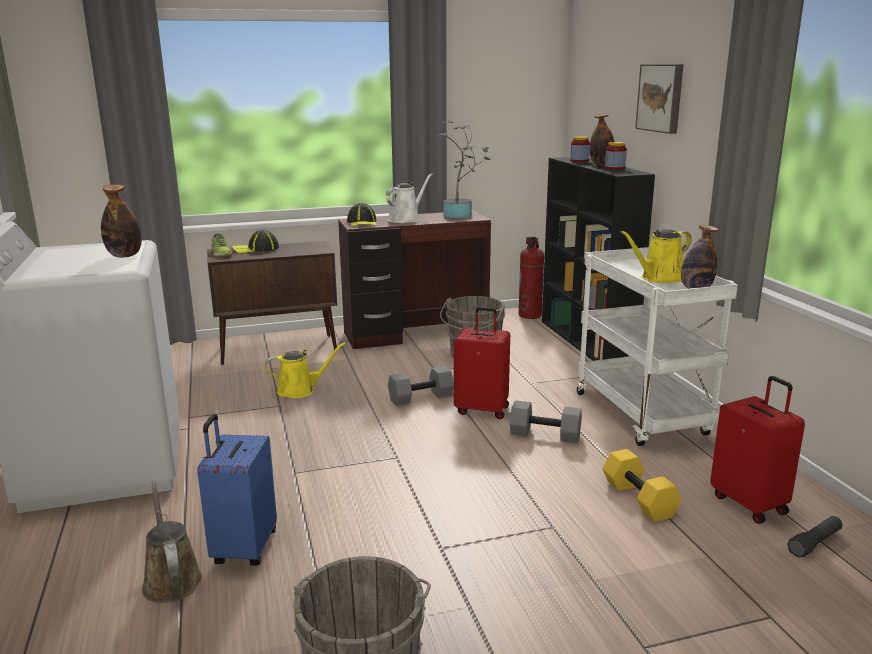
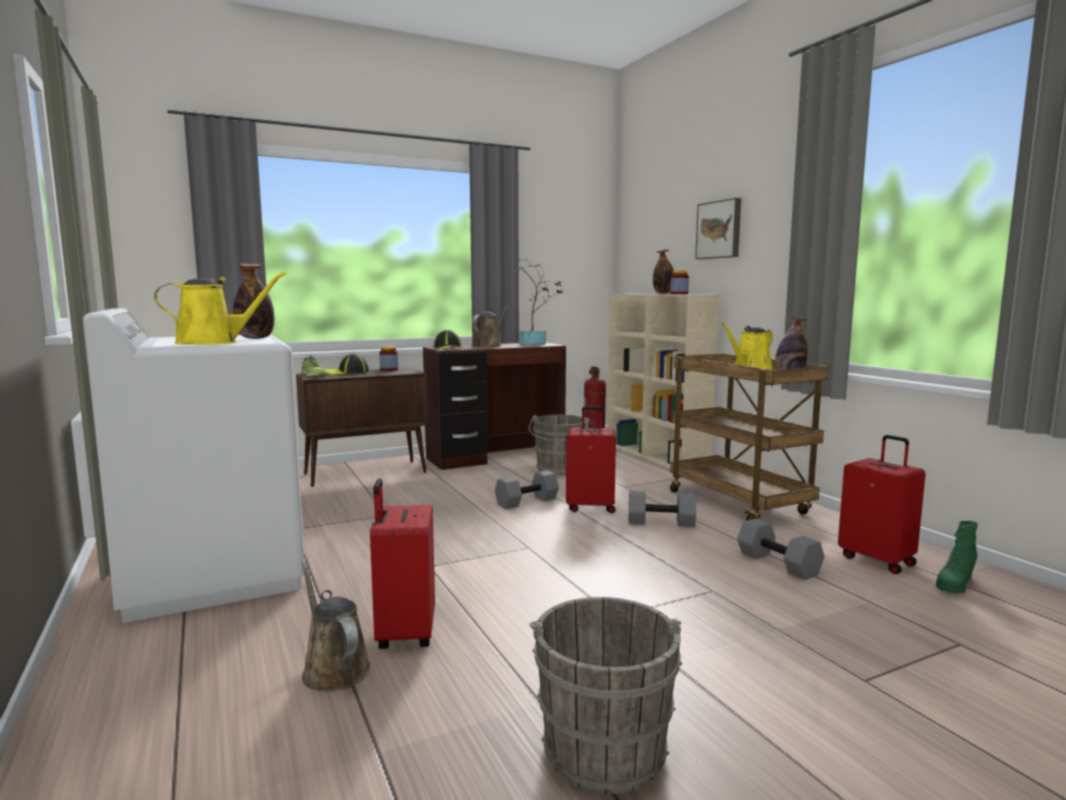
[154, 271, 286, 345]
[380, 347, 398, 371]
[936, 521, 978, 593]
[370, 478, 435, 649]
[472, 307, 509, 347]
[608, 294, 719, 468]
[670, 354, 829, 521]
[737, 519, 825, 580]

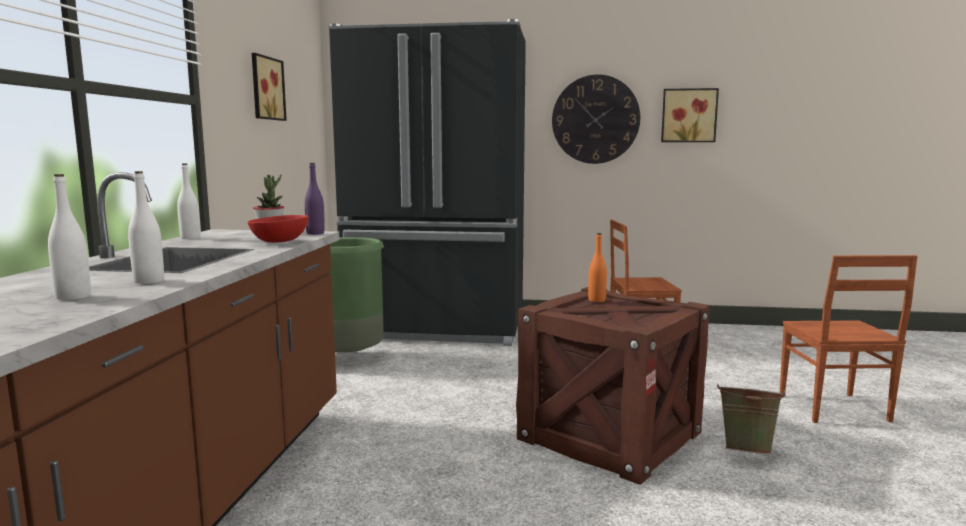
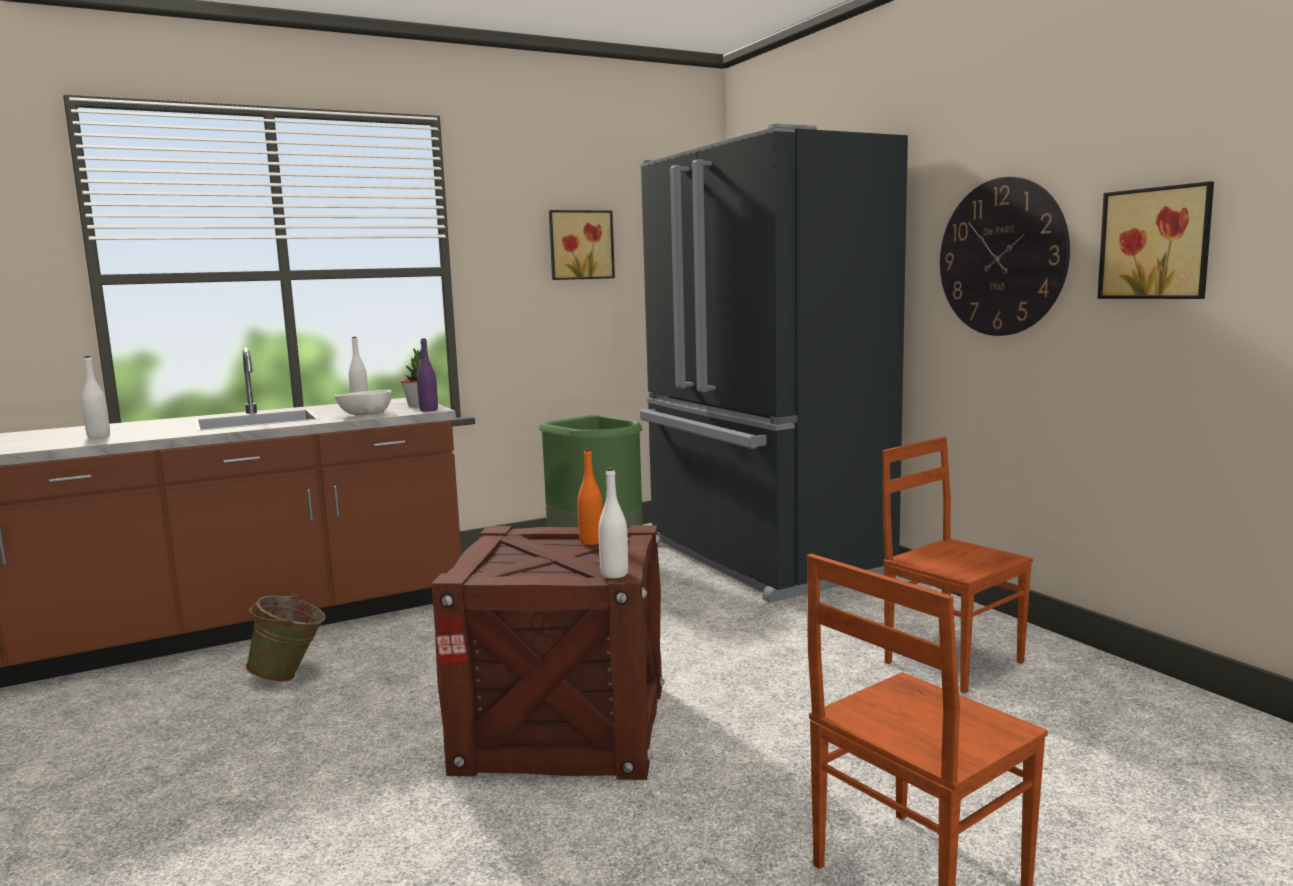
[598, 468, 628, 578]
[246, 594, 326, 682]
[334, 390, 392, 415]

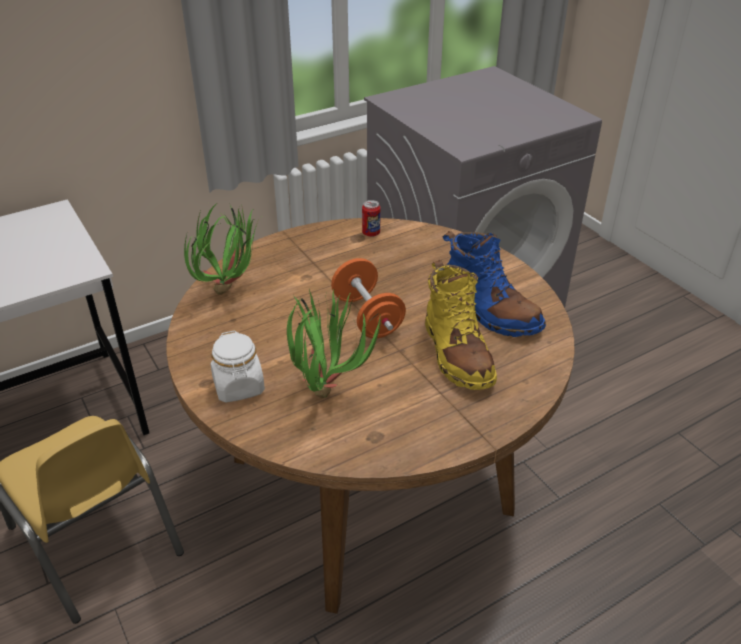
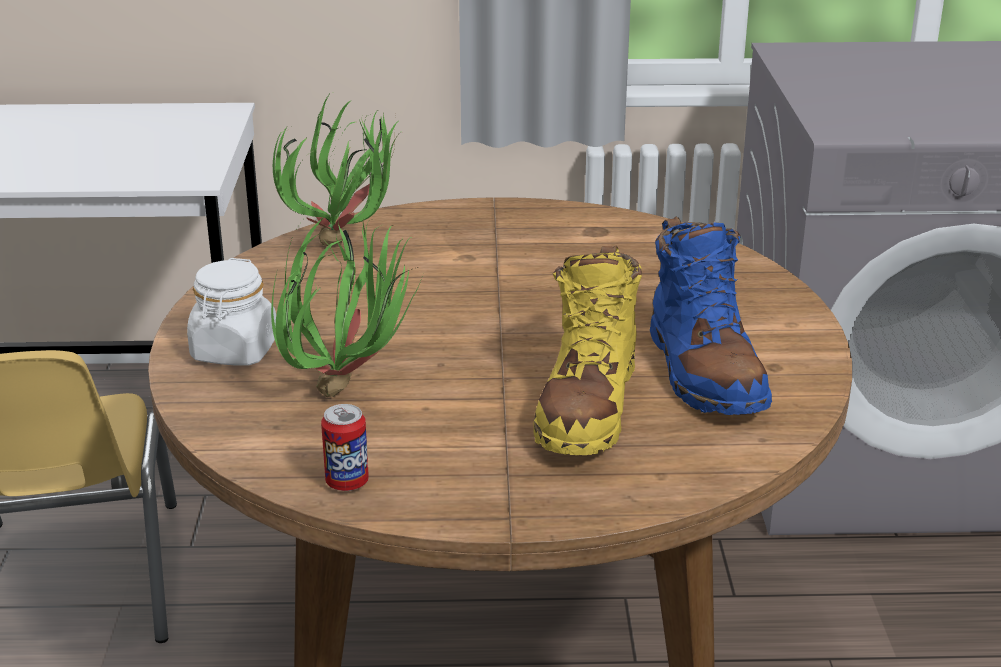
[331, 258, 406, 338] (first image)
[321, 404, 369, 491]

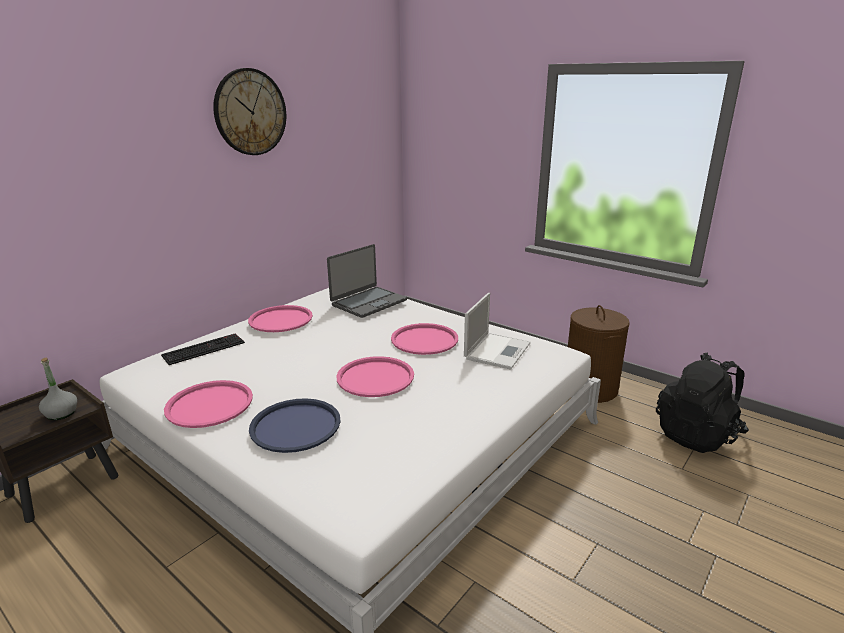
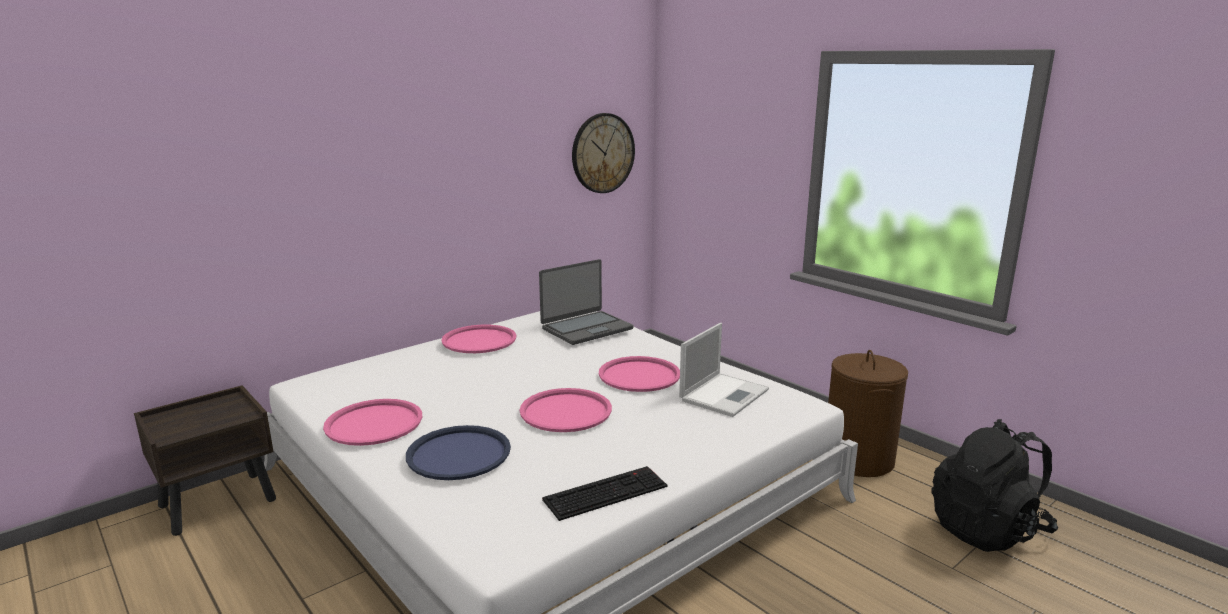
[39, 358, 77, 420] (first image)
[542, 466, 667, 521]
[572, 113, 635, 193]

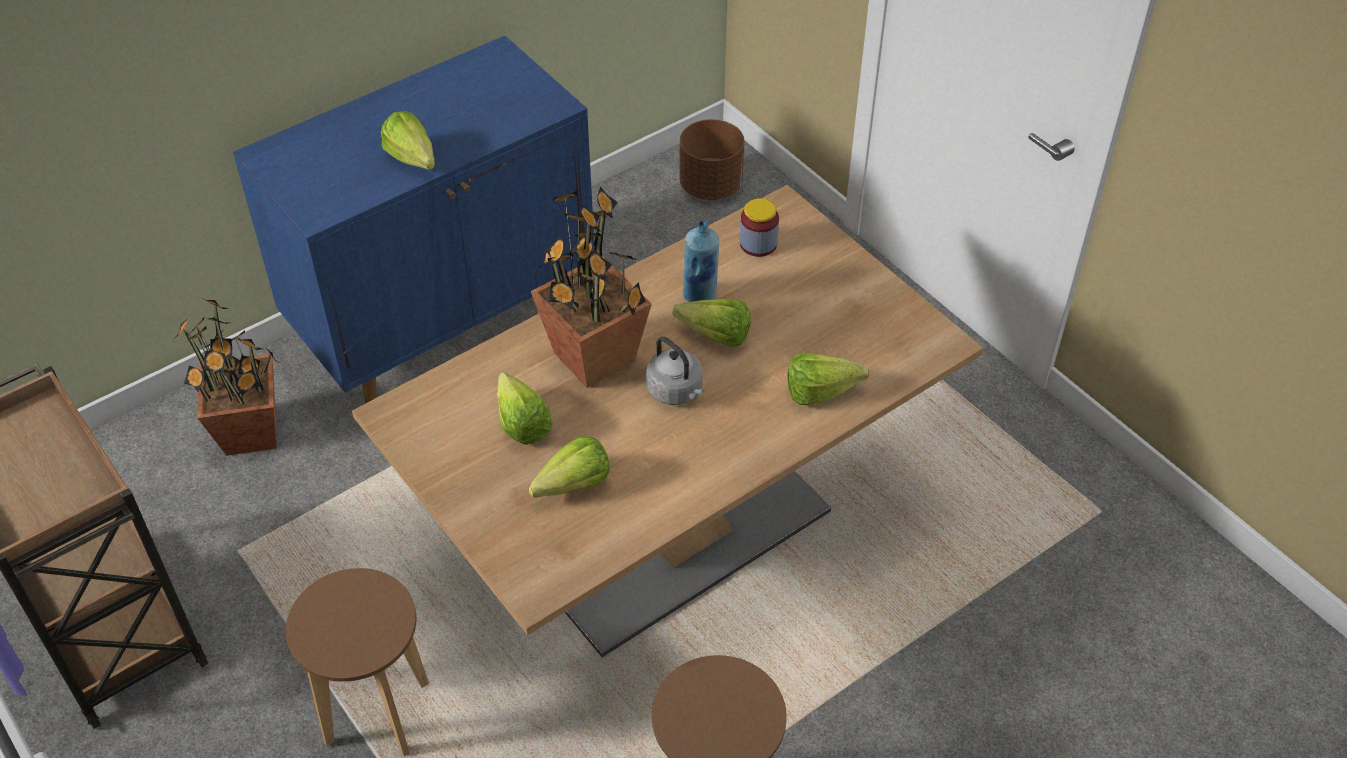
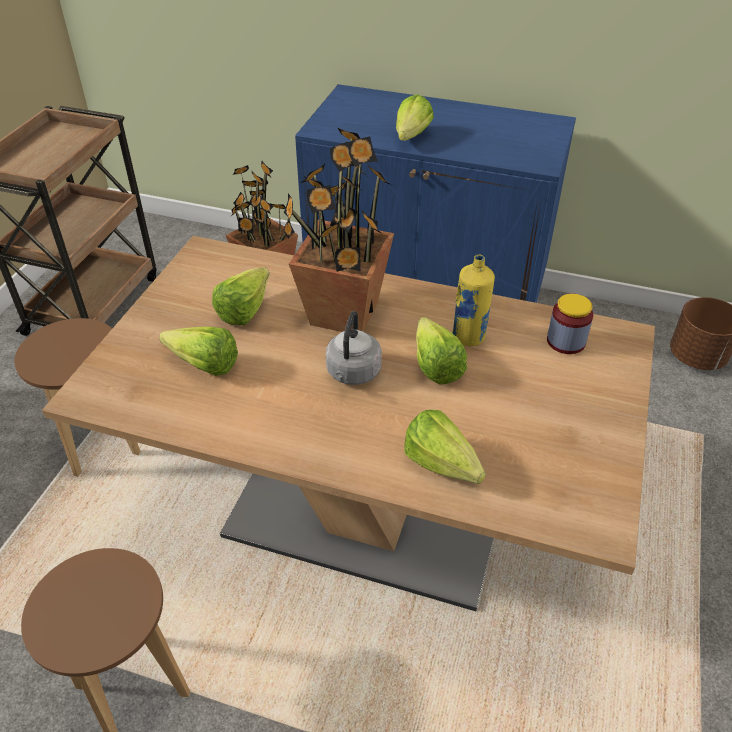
[452, 255, 495, 346]

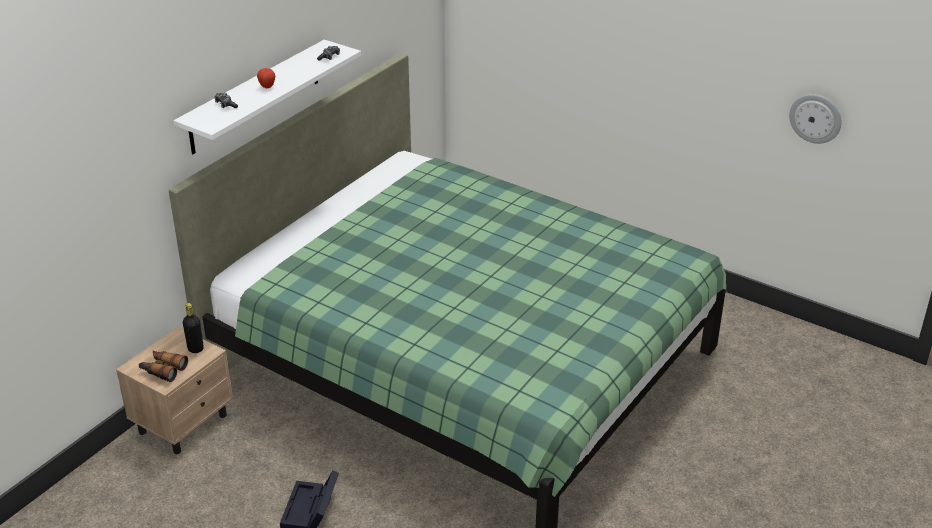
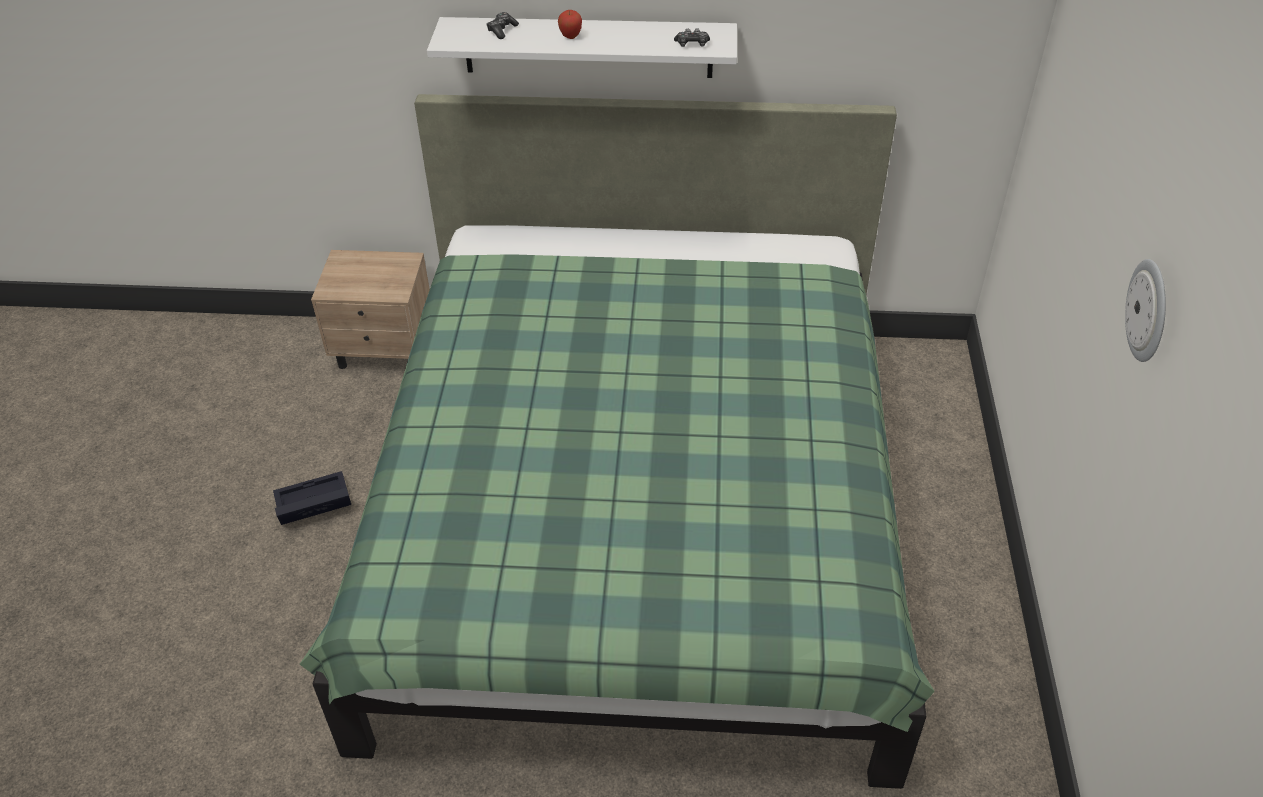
[139, 351, 188, 382] (first image)
[183, 303, 204, 353] (first image)
[1125, 259, 1166, 362]

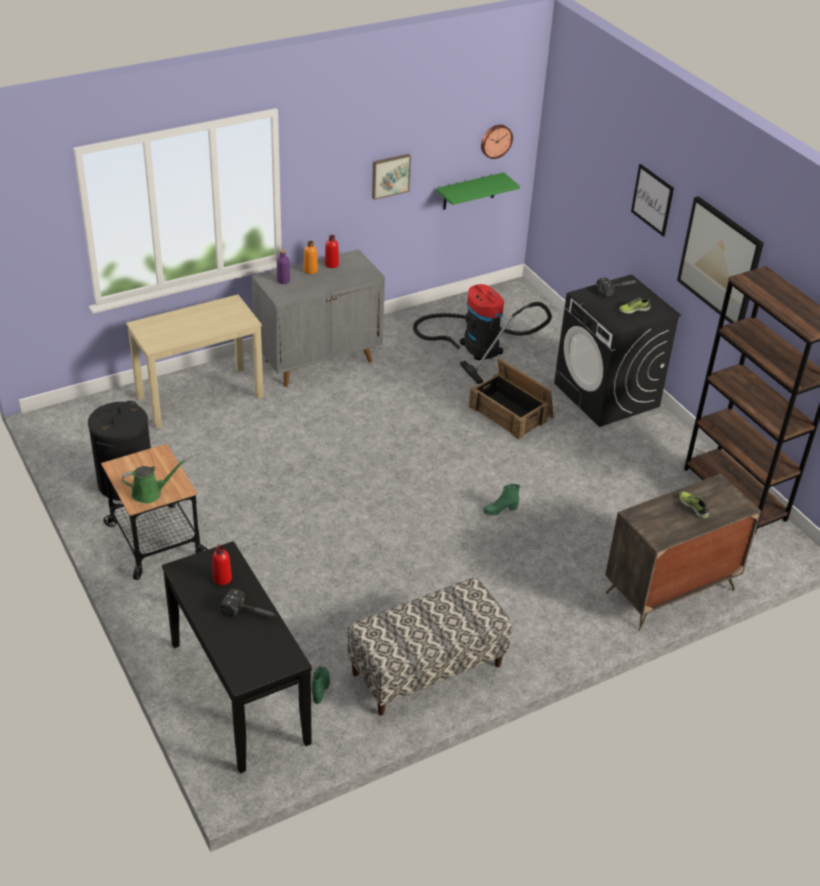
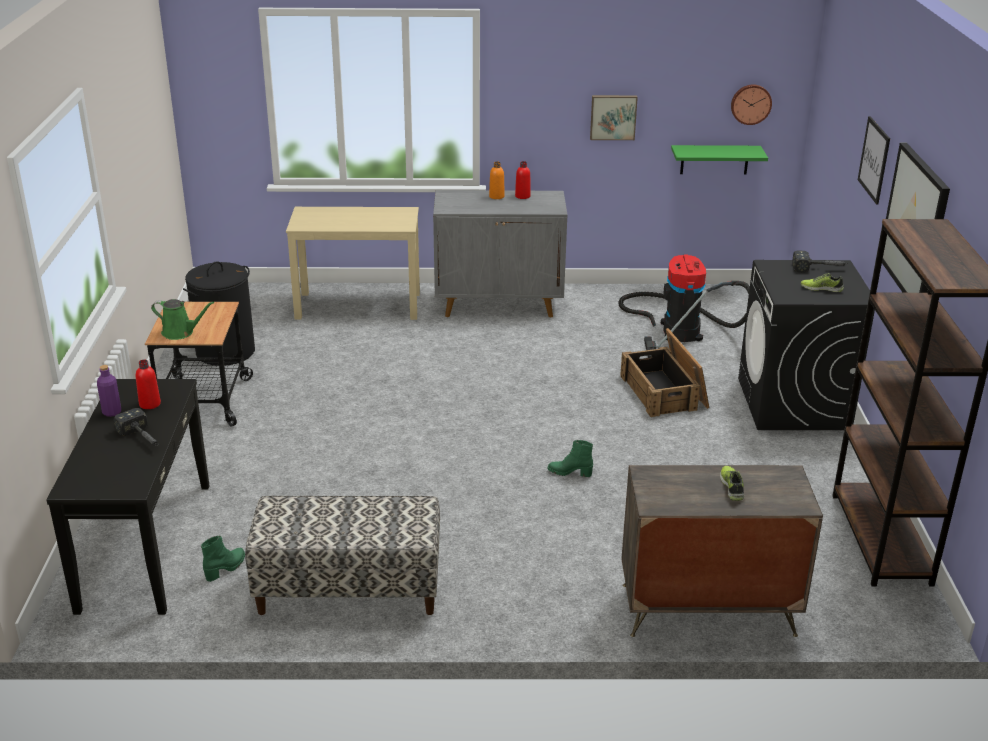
[97, 365, 121, 417]

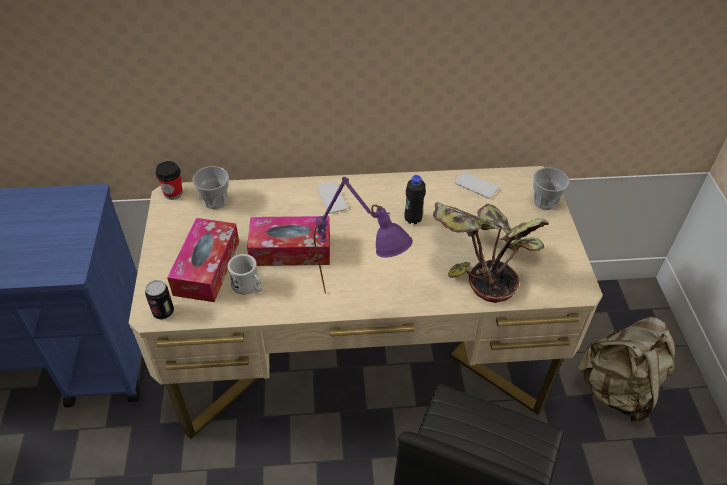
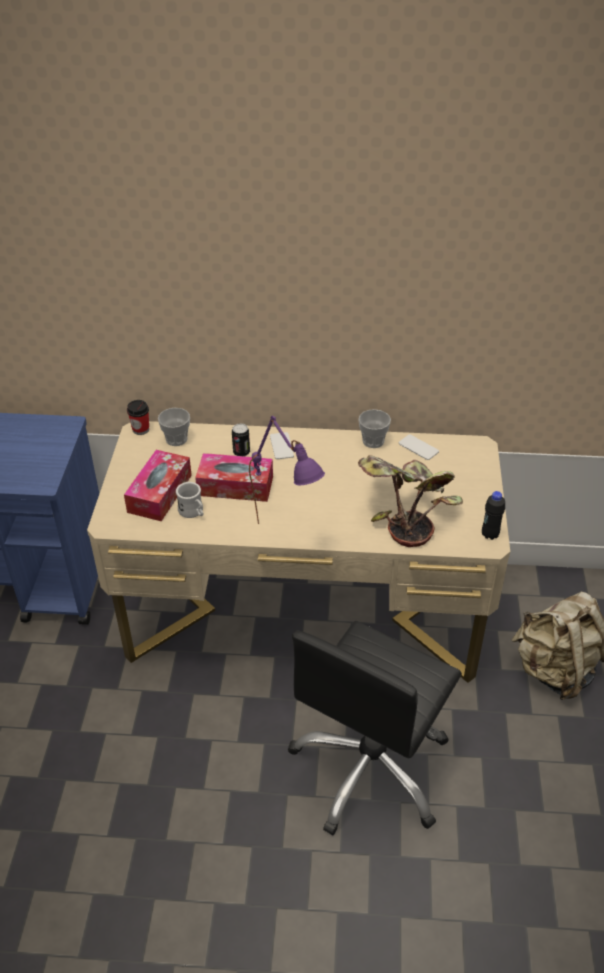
[232, 423, 250, 457]
[482, 491, 505, 540]
[358, 409, 391, 448]

